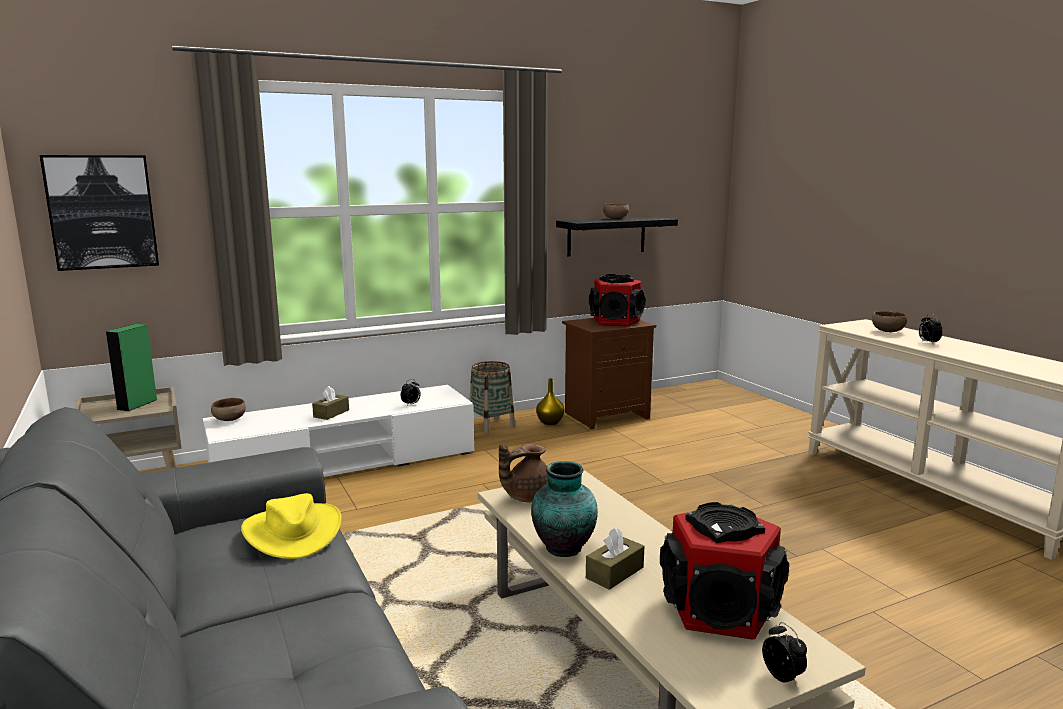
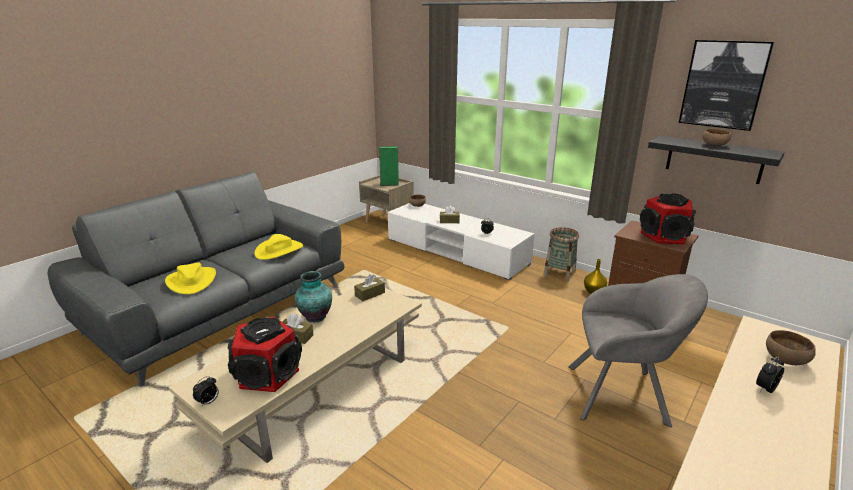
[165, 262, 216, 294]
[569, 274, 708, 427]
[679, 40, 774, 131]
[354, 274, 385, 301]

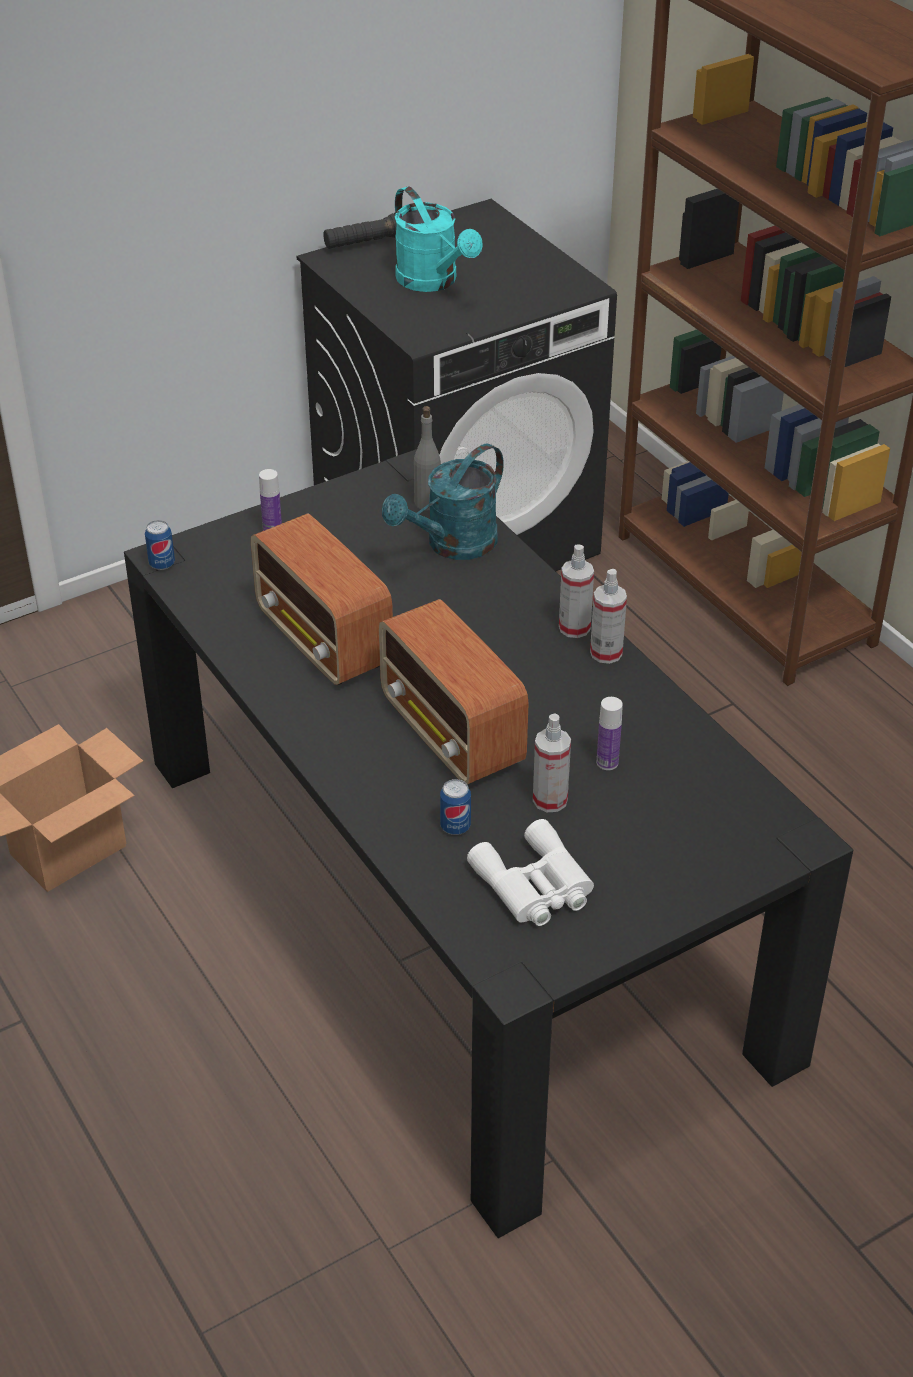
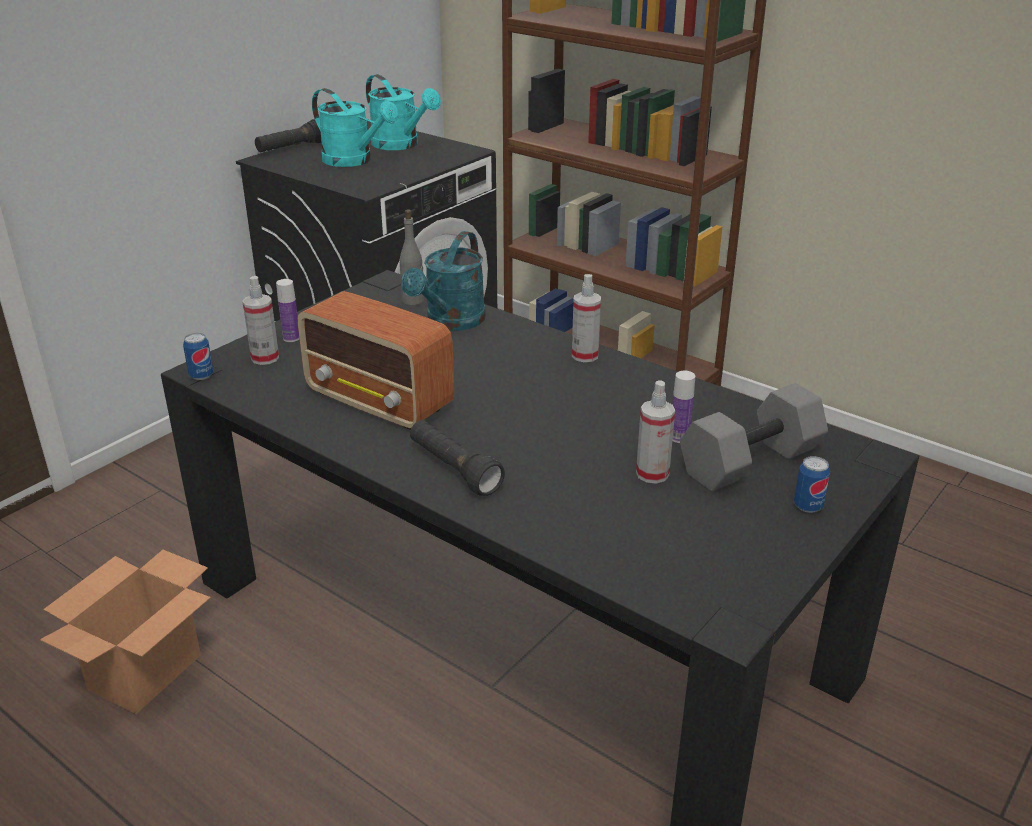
[379, 599, 529, 784] (first image)
[467, 819, 594, 926] (first image)
[366, 74, 441, 150]
[410, 420, 505, 496]
[680, 383, 828, 491]
[794, 456, 830, 513]
[242, 276, 279, 365]

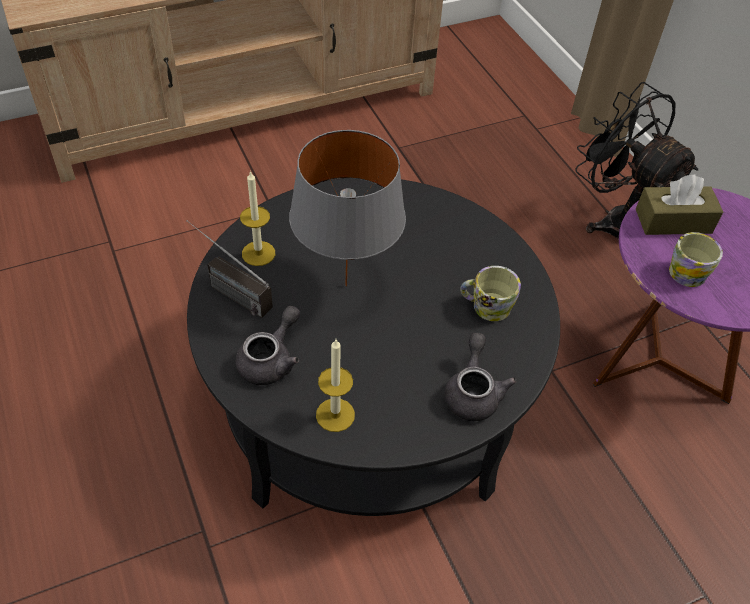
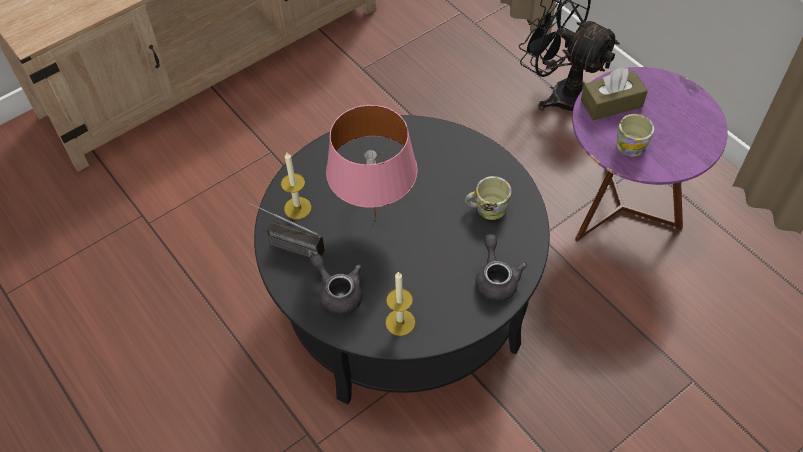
[326, 105, 418, 219]
[310, 254, 362, 315]

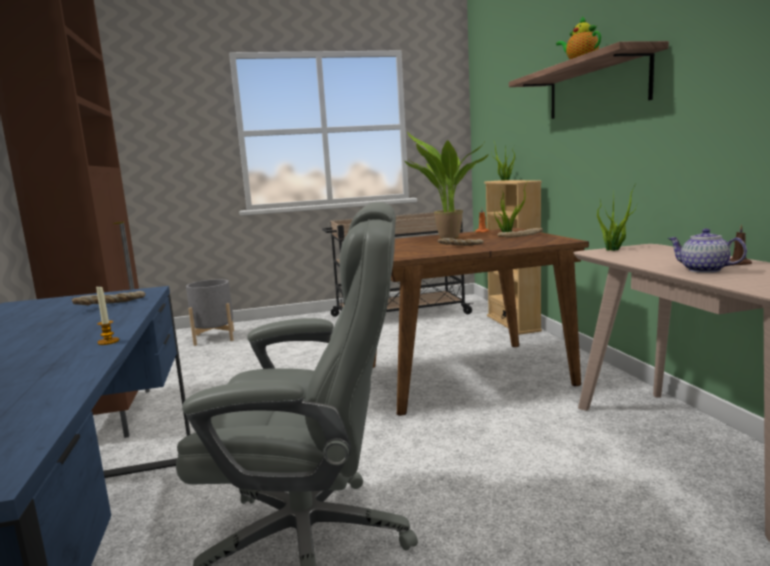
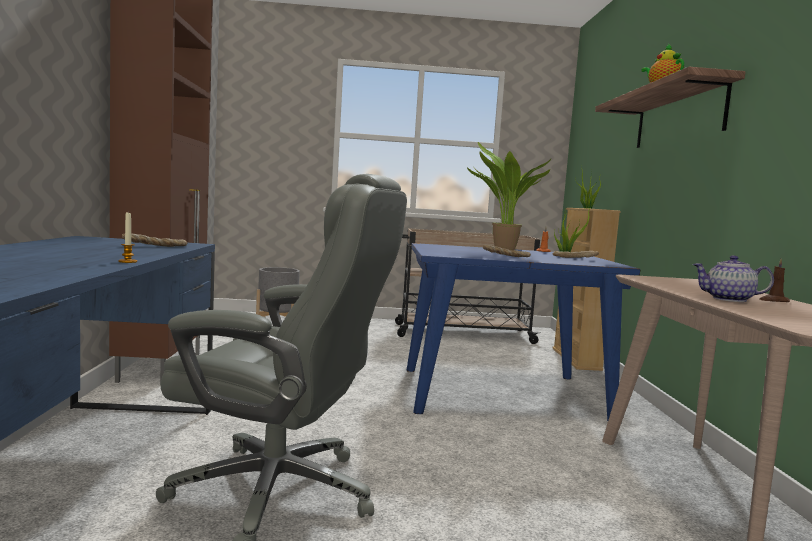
[597, 185, 637, 251] (first image)
[407, 243, 640, 421]
[693, 255, 774, 302]

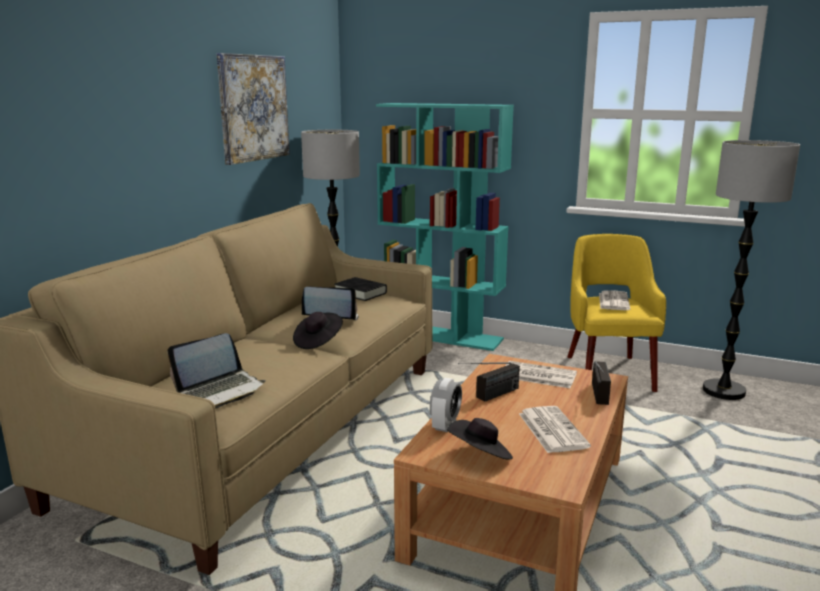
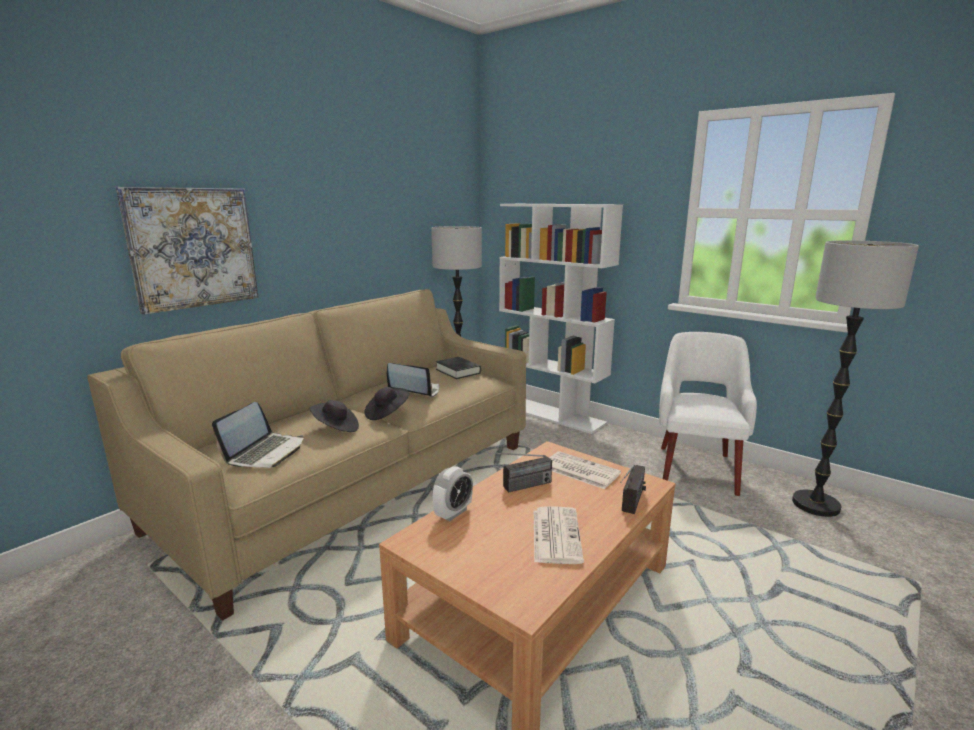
[599, 290, 630, 310] (first image)
[116, 187, 258, 315]
[309, 400, 359, 432]
[499, 204, 623, 434]
[659, 332, 757, 496]
[212, 402, 304, 468]

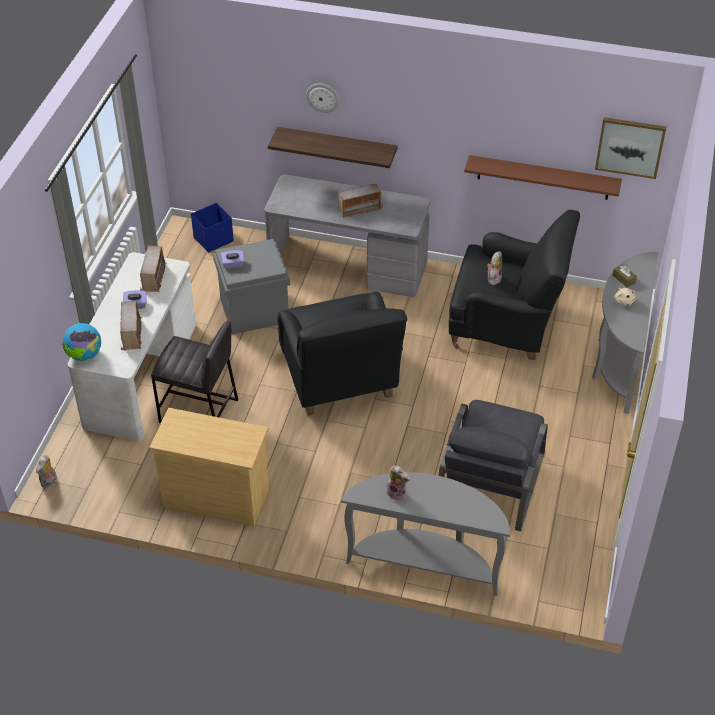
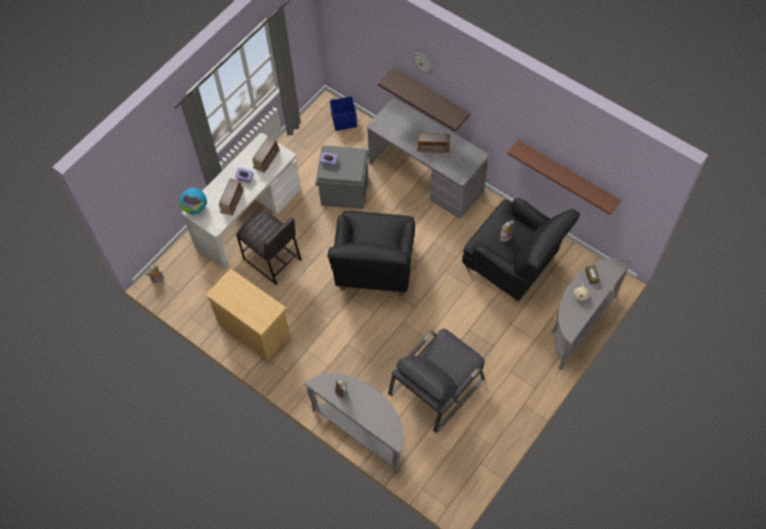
[595, 117, 666, 179] (first image)

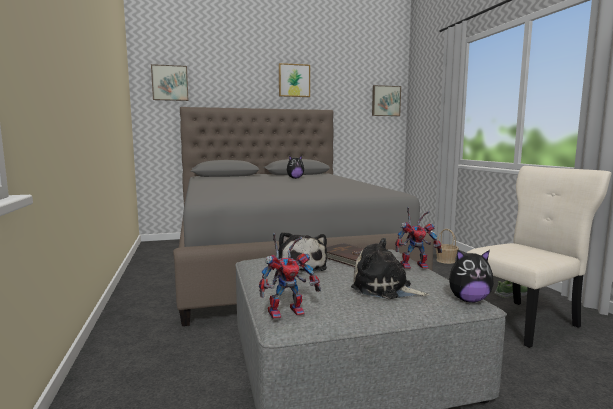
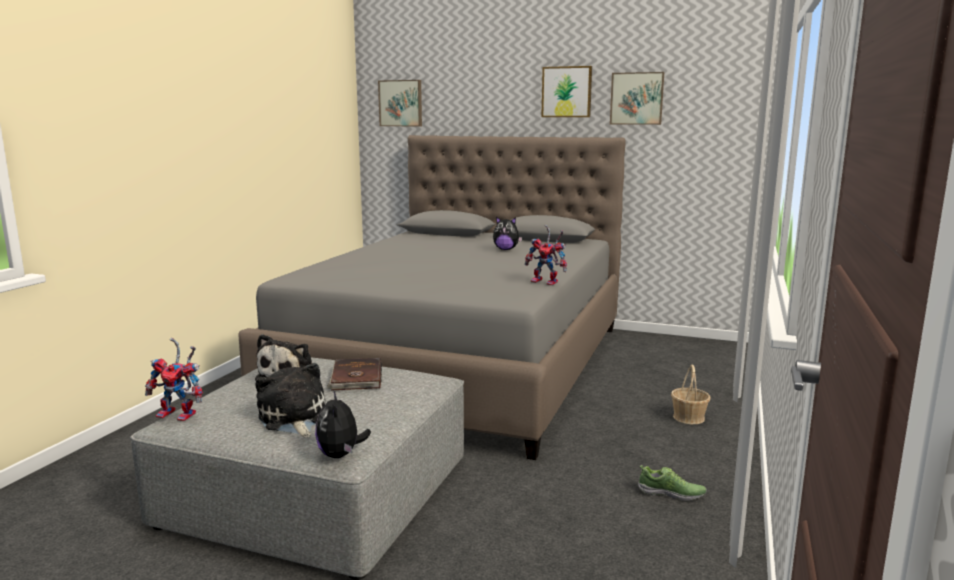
[467, 166, 611, 348] (first image)
[610, 72, 664, 125]
[525, 225, 567, 285]
[315, 390, 371, 458]

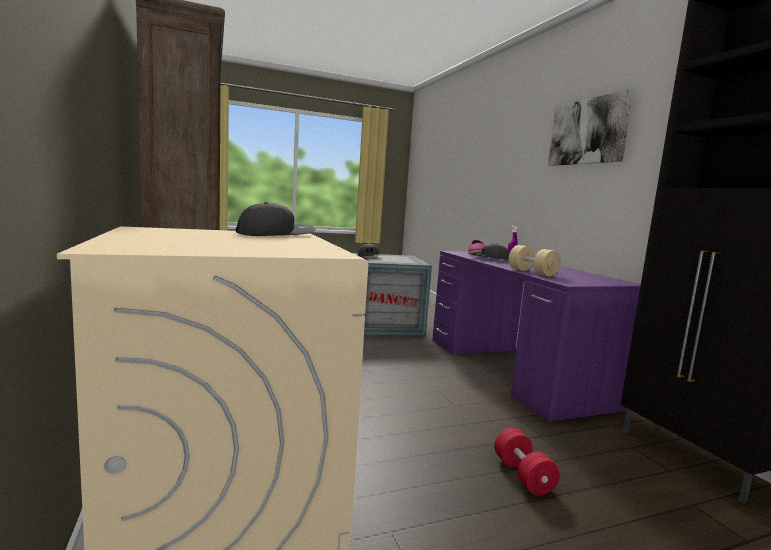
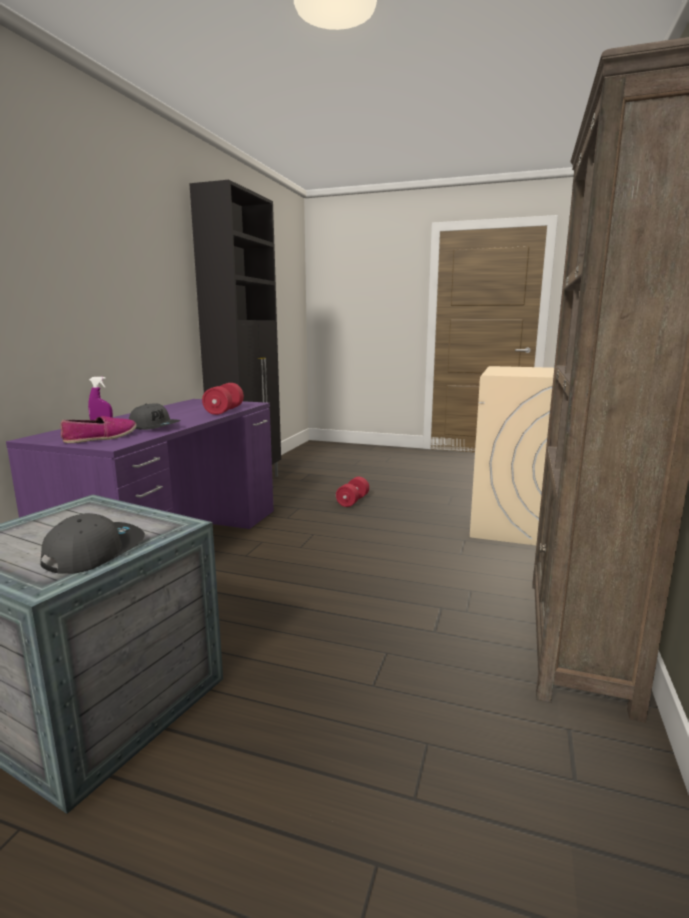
[236, 202, 316, 236] (first image)
[548, 89, 634, 166] (first image)
[202, 383, 244, 415]

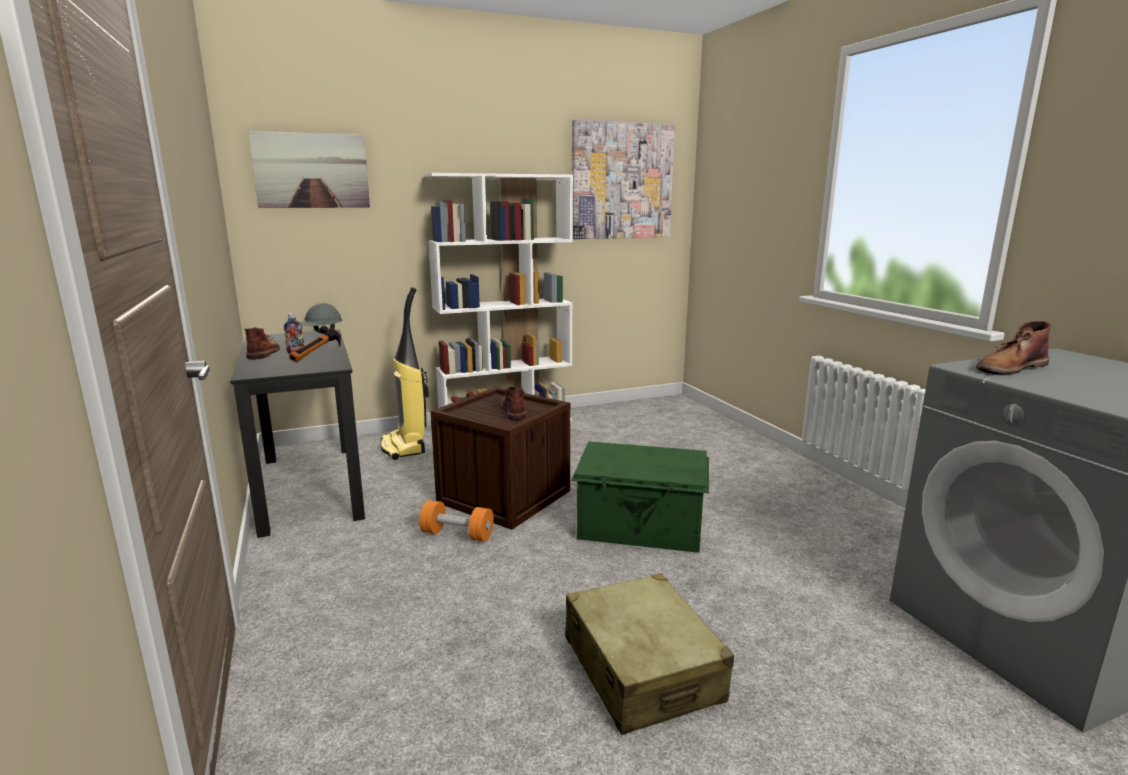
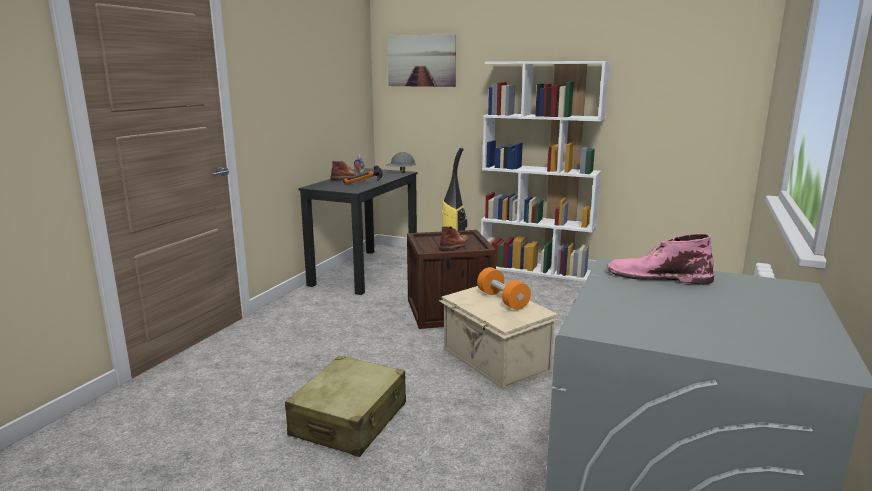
[572, 120, 675, 239] (first image)
[477, 267, 531, 310]
[439, 286, 558, 390]
[607, 233, 714, 284]

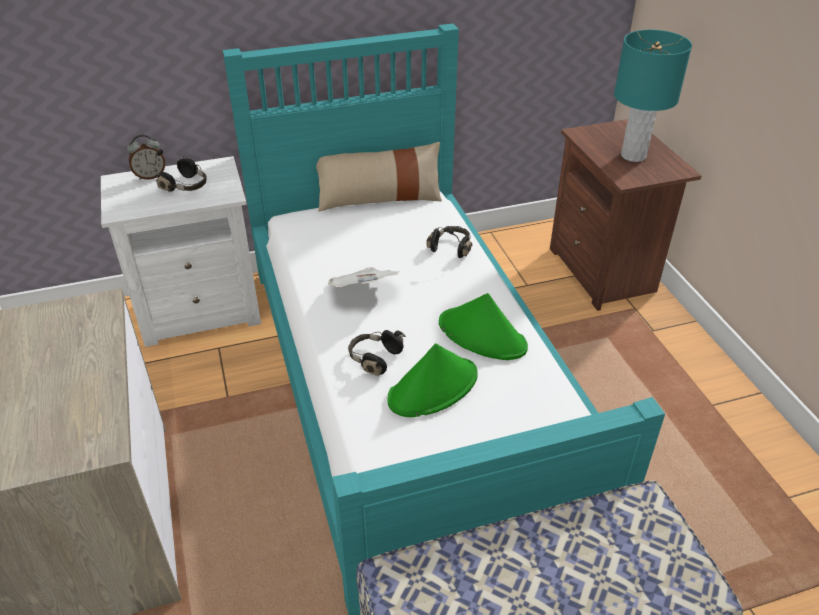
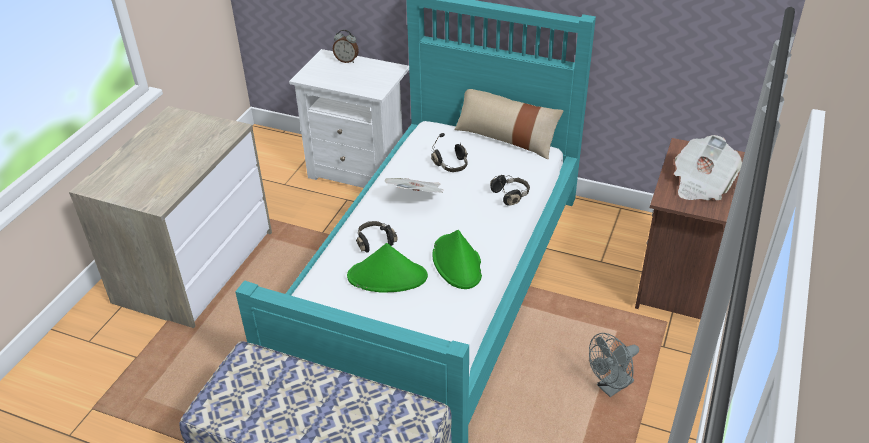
[589, 333, 639, 397]
[431, 133, 468, 172]
[674, 135, 742, 200]

